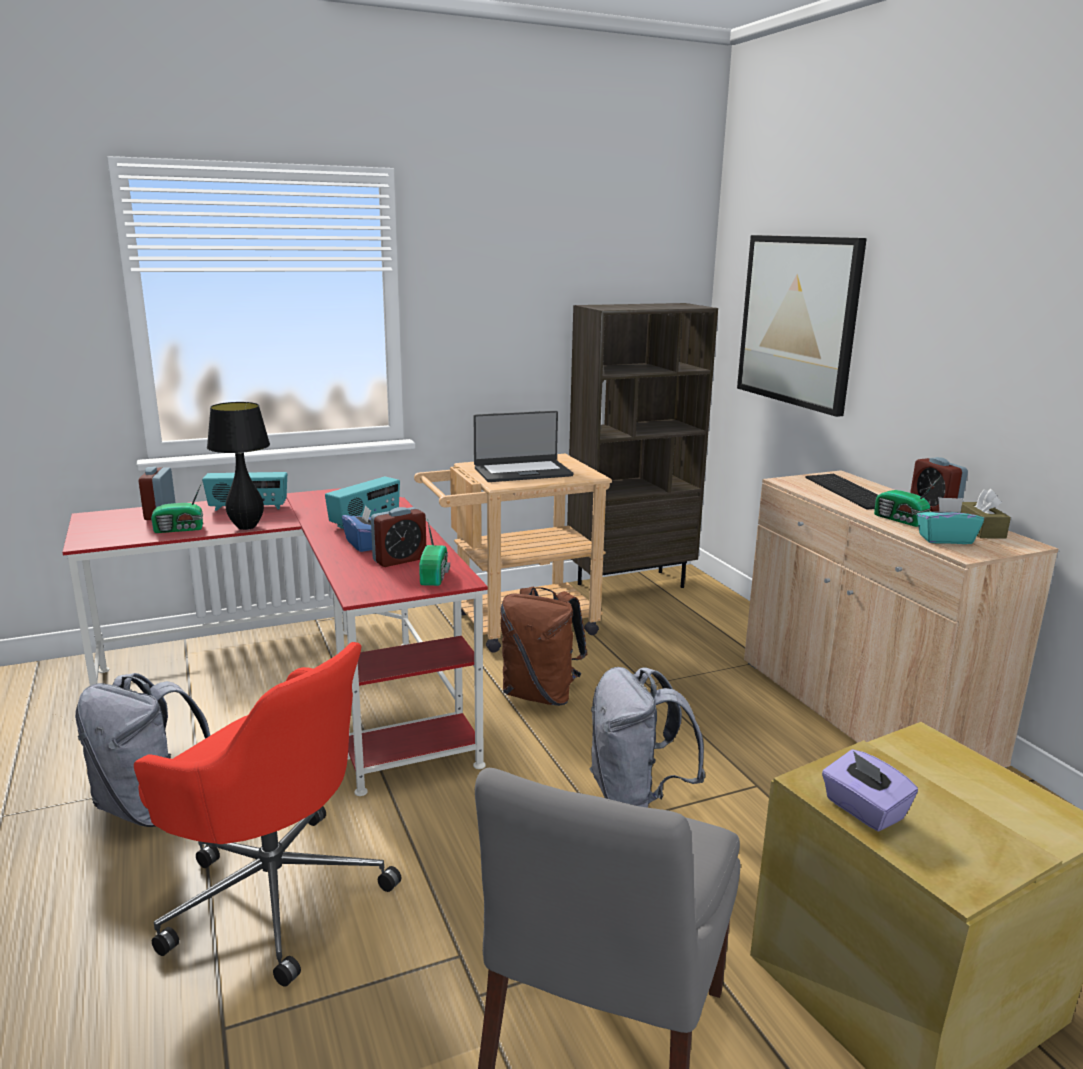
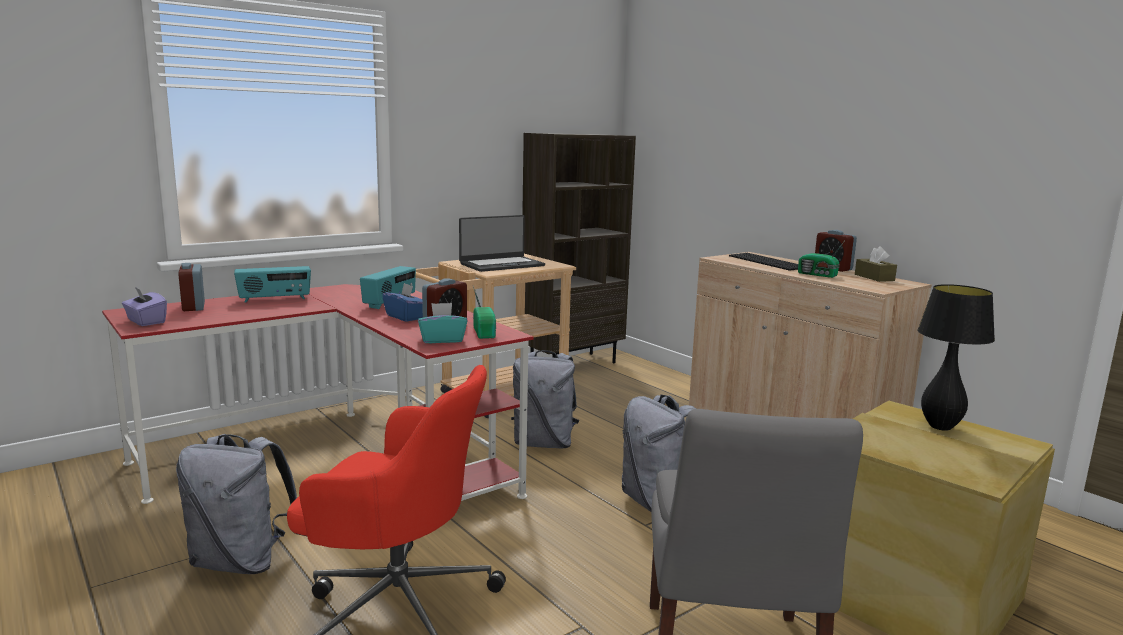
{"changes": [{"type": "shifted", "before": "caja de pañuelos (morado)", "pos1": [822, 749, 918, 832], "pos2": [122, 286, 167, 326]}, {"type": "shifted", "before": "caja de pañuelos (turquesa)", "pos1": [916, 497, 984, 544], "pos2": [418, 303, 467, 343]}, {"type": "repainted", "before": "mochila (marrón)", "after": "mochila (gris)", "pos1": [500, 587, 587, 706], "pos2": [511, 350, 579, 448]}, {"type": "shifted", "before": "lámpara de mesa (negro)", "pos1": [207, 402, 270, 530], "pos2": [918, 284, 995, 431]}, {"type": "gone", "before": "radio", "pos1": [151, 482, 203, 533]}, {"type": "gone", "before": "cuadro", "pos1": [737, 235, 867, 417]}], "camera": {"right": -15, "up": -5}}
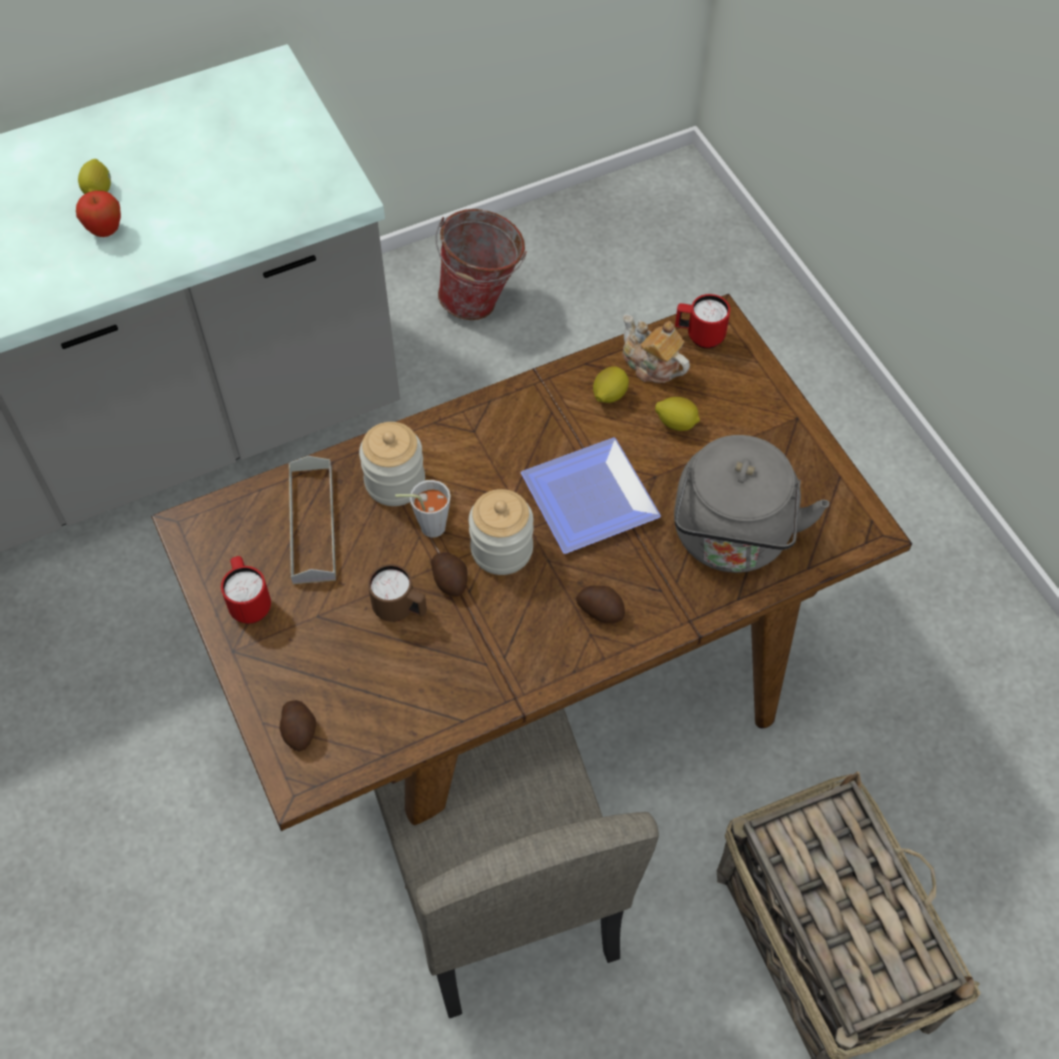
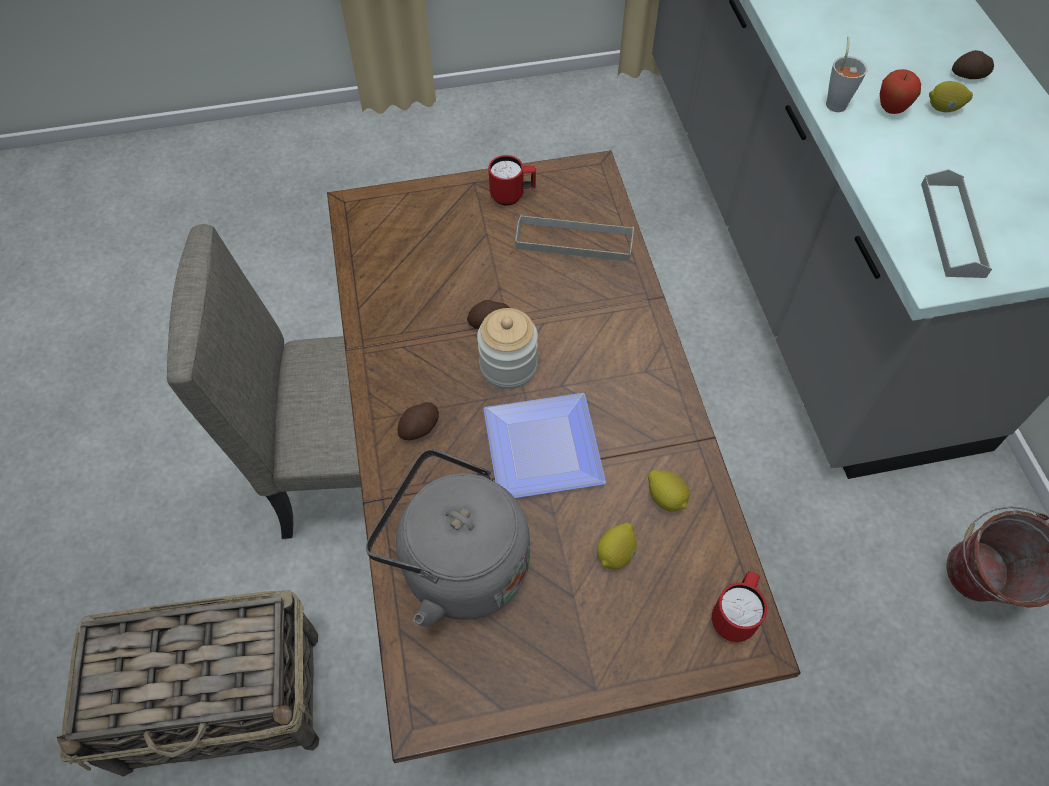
{"changes": [{"type": "shifted", "before": "taza (gris)", "pos1": [395, 480, 451, 538], "pos2": [826, 37, 867, 112]}, {"type": "new", "after": "bandeja (gris)", "pos2": [921, 169, 992, 278]}, {"type": "shifted", "before": "patata", "pos1": [280, 700, 316, 752], "pos2": [952, 50, 994, 79]}, {"type": "gone", "before": "tarro", "pos1": [359, 422, 425, 506]}, {"type": "gone", "before": "taza grande (marrón)", "pos1": [368, 564, 427, 622]}, {"type": "gone", "before": "tetera", "pos1": [623, 314, 690, 383]}], "camera": {"right": 105, "up": 0}}
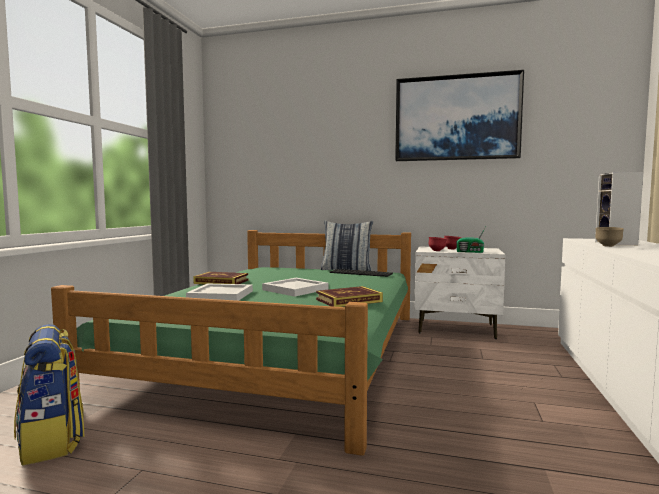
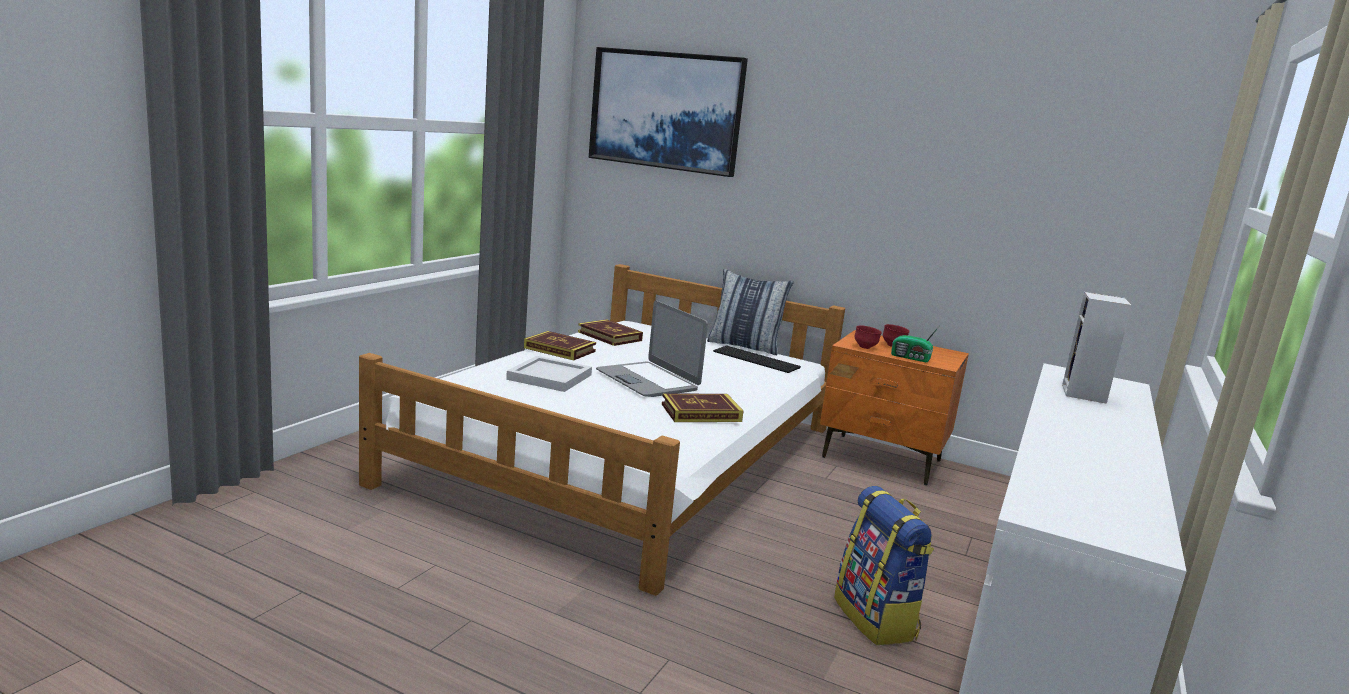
{"changes": [{"type": "repainted", "before": "cama (verde)", "after": "cama (blanco)", "pos1": [51, 230, 411, 456], "pos2": [359, 264, 845, 596]}, {"type": "new", "after": "libro", "pos2": [578, 319, 643, 346]}, {"type": "shifted", "before": "cuadro", "pos1": [395, 70, 524, 161], "pos2": [589, 47, 748, 177]}, {"type": "swapped", "before": "bandeja (blanco)", "after": "portátil", "pos1": [262, 278, 329, 297], "pos2": [596, 301, 708, 397]}, {"type": "repainted", "before": "mesita de noche (blanco)", "after": "mesita de noche (naranja)", "pos1": [414, 246, 505, 339], "pos2": [820, 330, 969, 485]}, {"type": "shifted", "before": "mochila", "pos1": [14, 324, 85, 466], "pos2": [834, 486, 934, 645]}, {"type": "gone", "before": "cuenco (marrón)", "pos1": [595, 227, 624, 247]}], "camera": {"right": 10, "up": 10}}
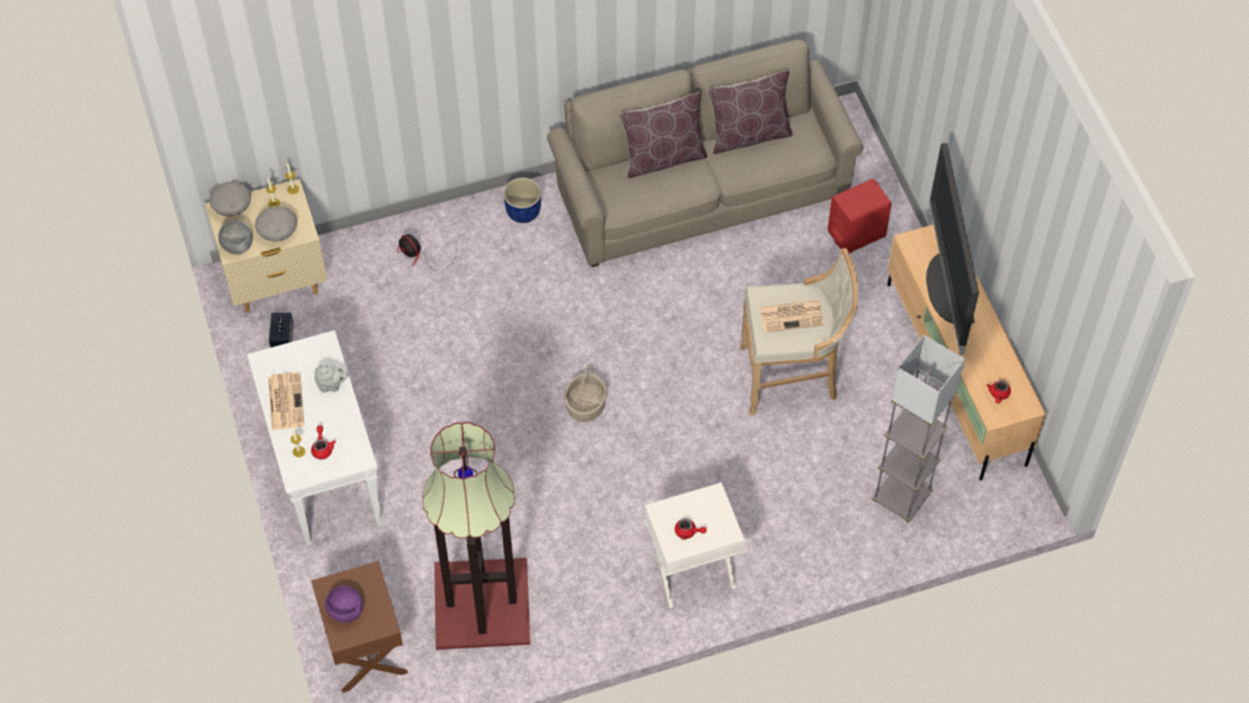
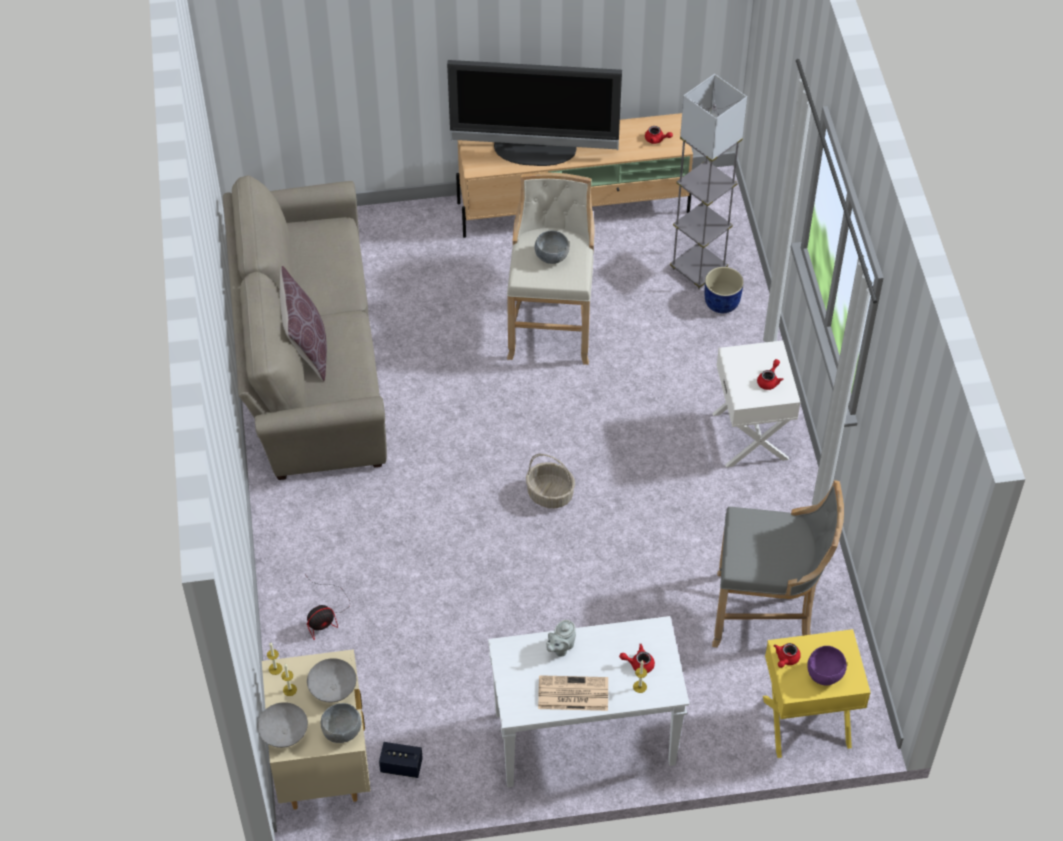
{"changes": [{"type": "swapped", "before": "periódico", "after": "cuenco (gris)", "pos1": [759, 300, 824, 333], "pos2": [534, 231, 570, 264]}, {"type": "rotated", "before": "tetera (gris)", "pos1": [314, 365, 350, 393], "pos2": [546, 620, 576, 657], "turn": -150}, {"type": "shifted", "before": "maceta (azul)", "pos1": [503, 178, 541, 223], "pos2": [704, 267, 744, 313]}, {"type": "swapped", "before": "lámpara de pie", "after": "taburete (gris)", "pos1": [422, 422, 530, 650], "pos2": [712, 480, 844, 647]}, {"type": "repainted", "before": "mesita de noche (marrón)", "after": "mesita de noche (amarillo)", "pos1": [311, 561, 408, 693], "pos2": [763, 629, 871, 758]}, {"type": "new", "after": "tetera (rojo)", "pos2": [774, 643, 801, 668]}, {"type": "gone", "before": "cojín (marrón)", "pos1": [708, 70, 793, 154]}, {"type": "gone", "before": "altavoz (rojo)", "pos1": [828, 178, 891, 253]}], "camera": {"right": -80, "up": -5}}
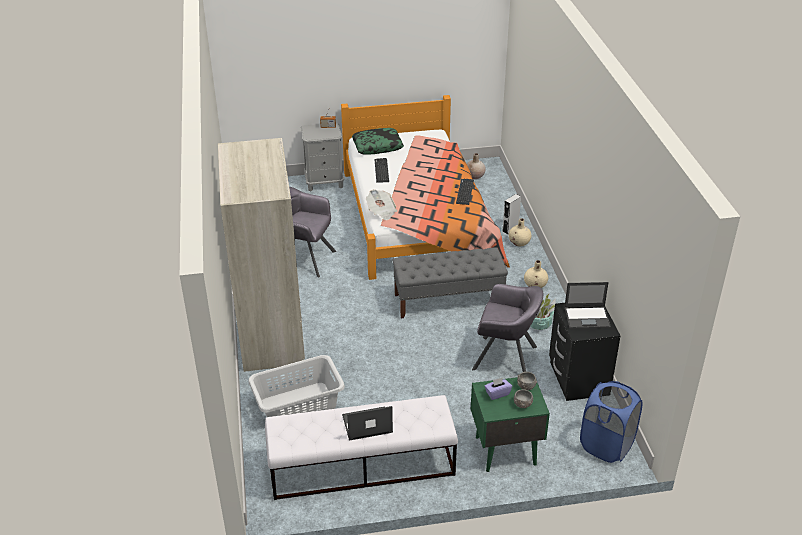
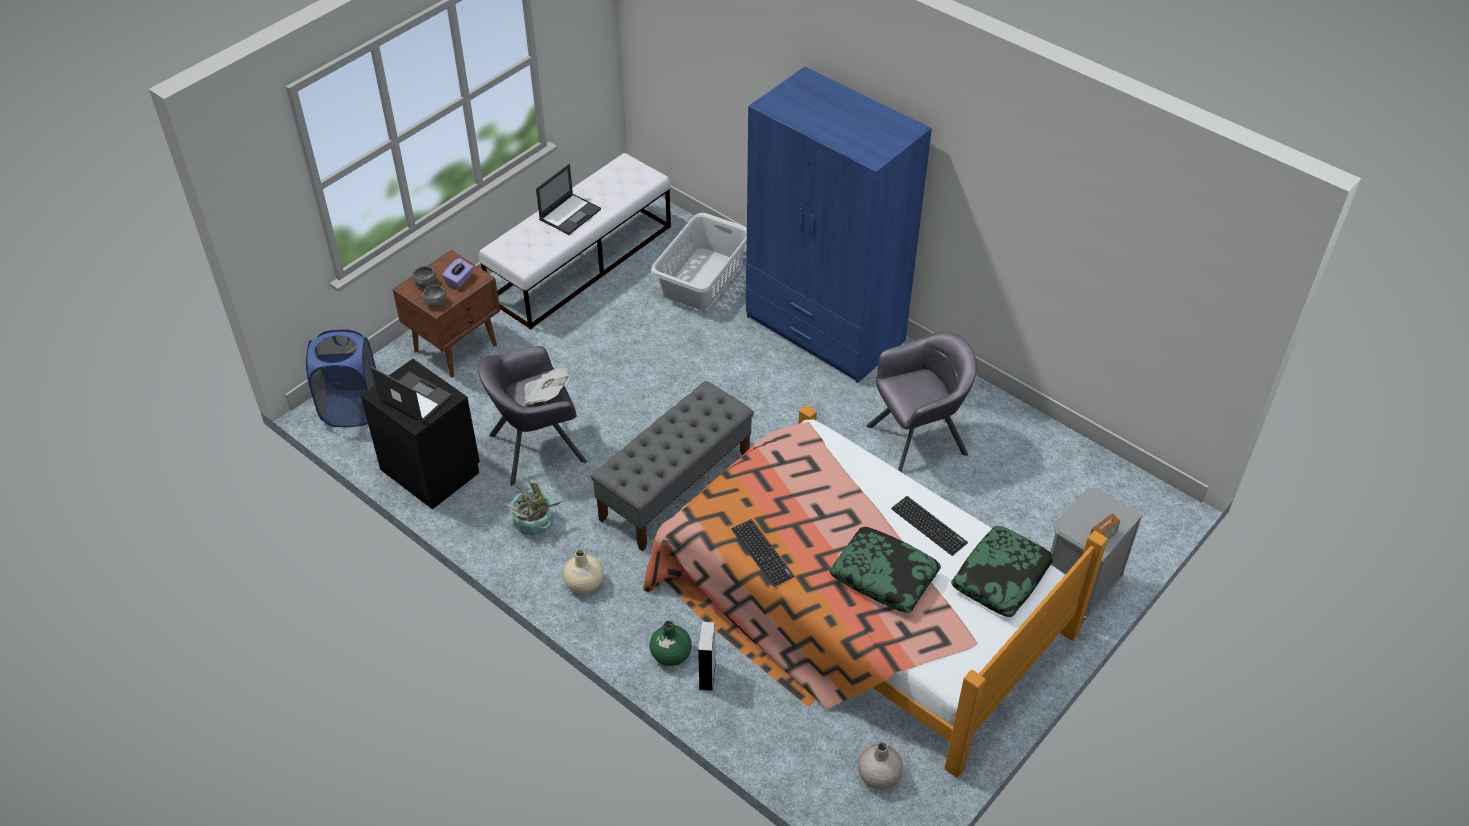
{"changes": [{"type": "rotated", "before": "portátil", "pos1": [564, 282, 611, 329], "pos2": [371, 366, 452, 424], "turn": 75}, {"type": "repainted", "before": "mesita de noche (verde)", "after": "mesita de noche (marrón)", "pos1": [471, 377, 550, 472], "pos2": [392, 250, 500, 377]}, {"type": "shifted", "before": "periódico", "pos1": [366, 189, 397, 220], "pos2": [524, 368, 570, 404]}, {"type": "repainted", "before": "florero (beis)", "after": "florero (verde)", "pos1": [509, 218, 531, 246], "pos2": [649, 621, 692, 666]}, {"type": "repainted", "before": "armario ropero (beis)", "after": "armario ropero (azul)", "pos1": [218, 138, 305, 372], "pos2": [746, 67, 932, 383]}, {"type": "new", "after": "cojín", "pos2": [829, 527, 941, 613]}], "camera": {"right": 140, "up": 10}}
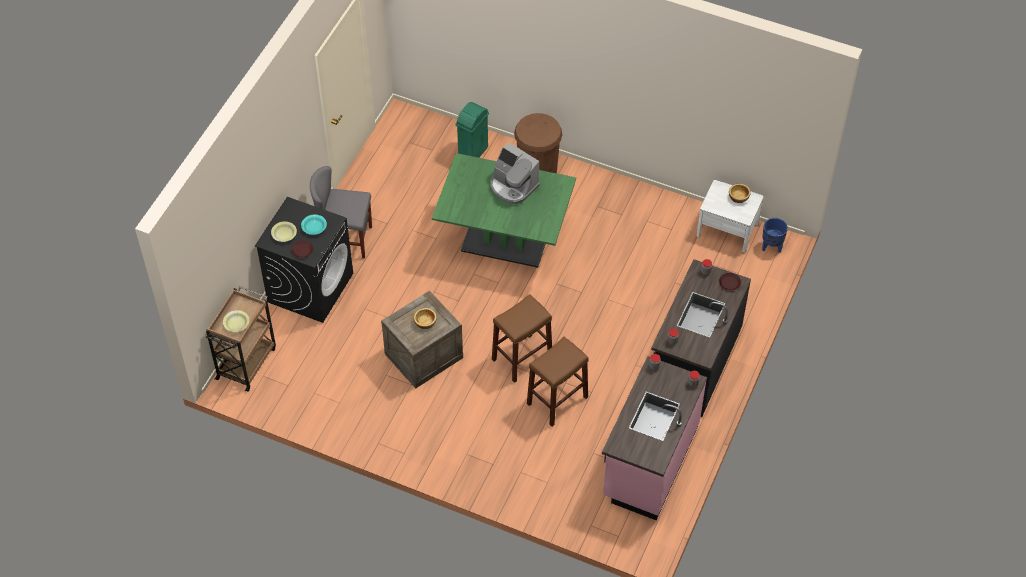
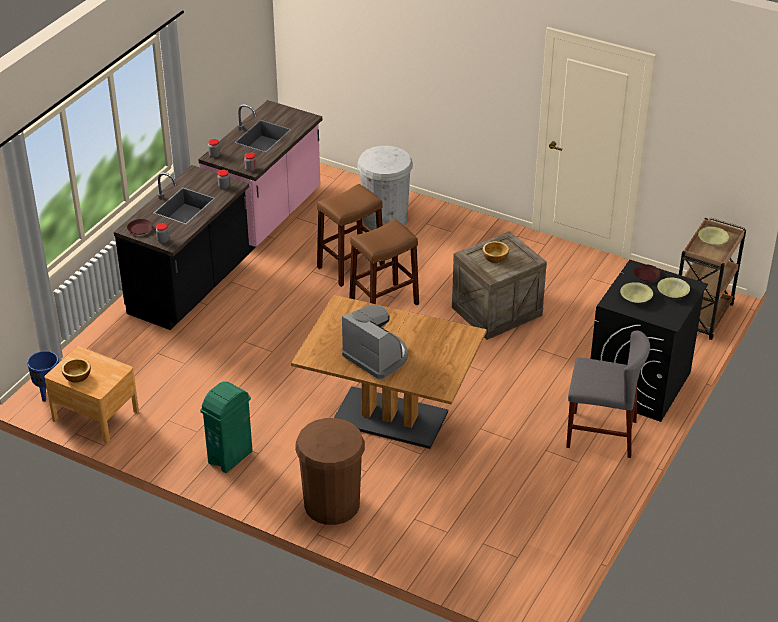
{"changes": [{"type": "repainted", "before": "mesita de noche (blanco)", "after": "mesita de noche (marrón)", "pos1": [697, 180, 764, 253], "pos2": [44, 346, 139, 443]}, {"type": "shifted", "before": "papelera (verde)", "pos1": [456, 102, 489, 158], "pos2": [200, 381, 253, 473]}, {"type": "repainted", "before": "mesa de comedor (verde)", "after": "mesa de comedor (marrón)", "pos1": [432, 153, 576, 268], "pos2": [291, 295, 487, 449]}, {"type": "new", "after": "papelera (blanco)", "pos2": [357, 146, 413, 230]}, {"type": "repainted", "before": "cuenco (turquesa)", "after": "cuenco (amarillo)", "pos1": [301, 215, 327, 235], "pos2": [620, 282, 653, 303]}], "camera": {"right": -175, "up": -15}}
